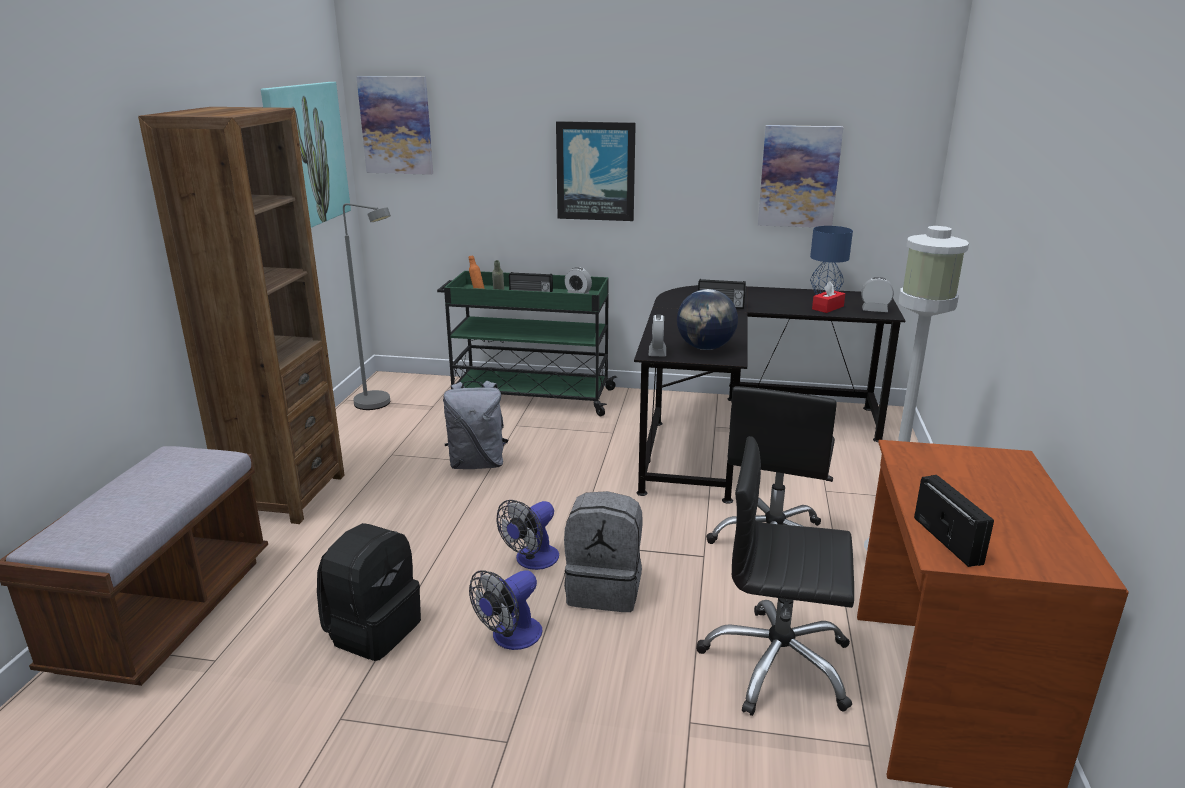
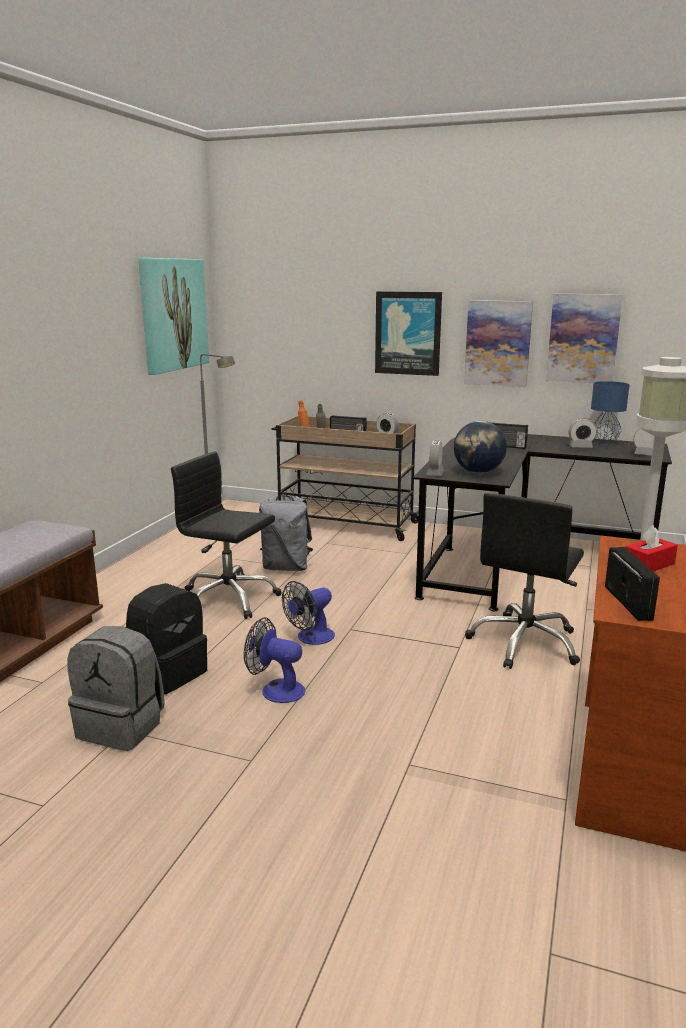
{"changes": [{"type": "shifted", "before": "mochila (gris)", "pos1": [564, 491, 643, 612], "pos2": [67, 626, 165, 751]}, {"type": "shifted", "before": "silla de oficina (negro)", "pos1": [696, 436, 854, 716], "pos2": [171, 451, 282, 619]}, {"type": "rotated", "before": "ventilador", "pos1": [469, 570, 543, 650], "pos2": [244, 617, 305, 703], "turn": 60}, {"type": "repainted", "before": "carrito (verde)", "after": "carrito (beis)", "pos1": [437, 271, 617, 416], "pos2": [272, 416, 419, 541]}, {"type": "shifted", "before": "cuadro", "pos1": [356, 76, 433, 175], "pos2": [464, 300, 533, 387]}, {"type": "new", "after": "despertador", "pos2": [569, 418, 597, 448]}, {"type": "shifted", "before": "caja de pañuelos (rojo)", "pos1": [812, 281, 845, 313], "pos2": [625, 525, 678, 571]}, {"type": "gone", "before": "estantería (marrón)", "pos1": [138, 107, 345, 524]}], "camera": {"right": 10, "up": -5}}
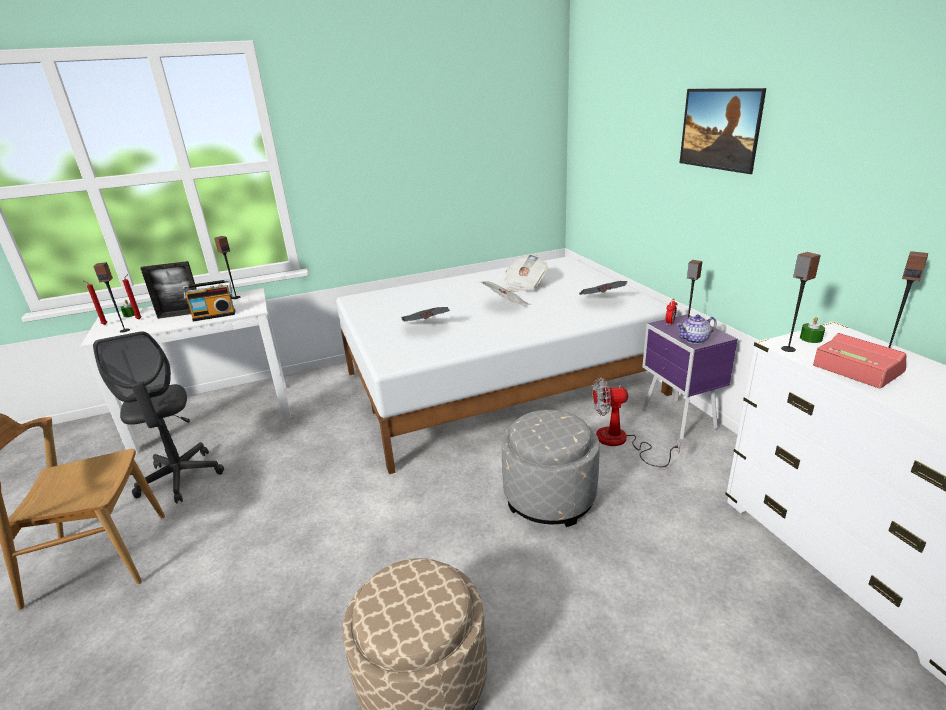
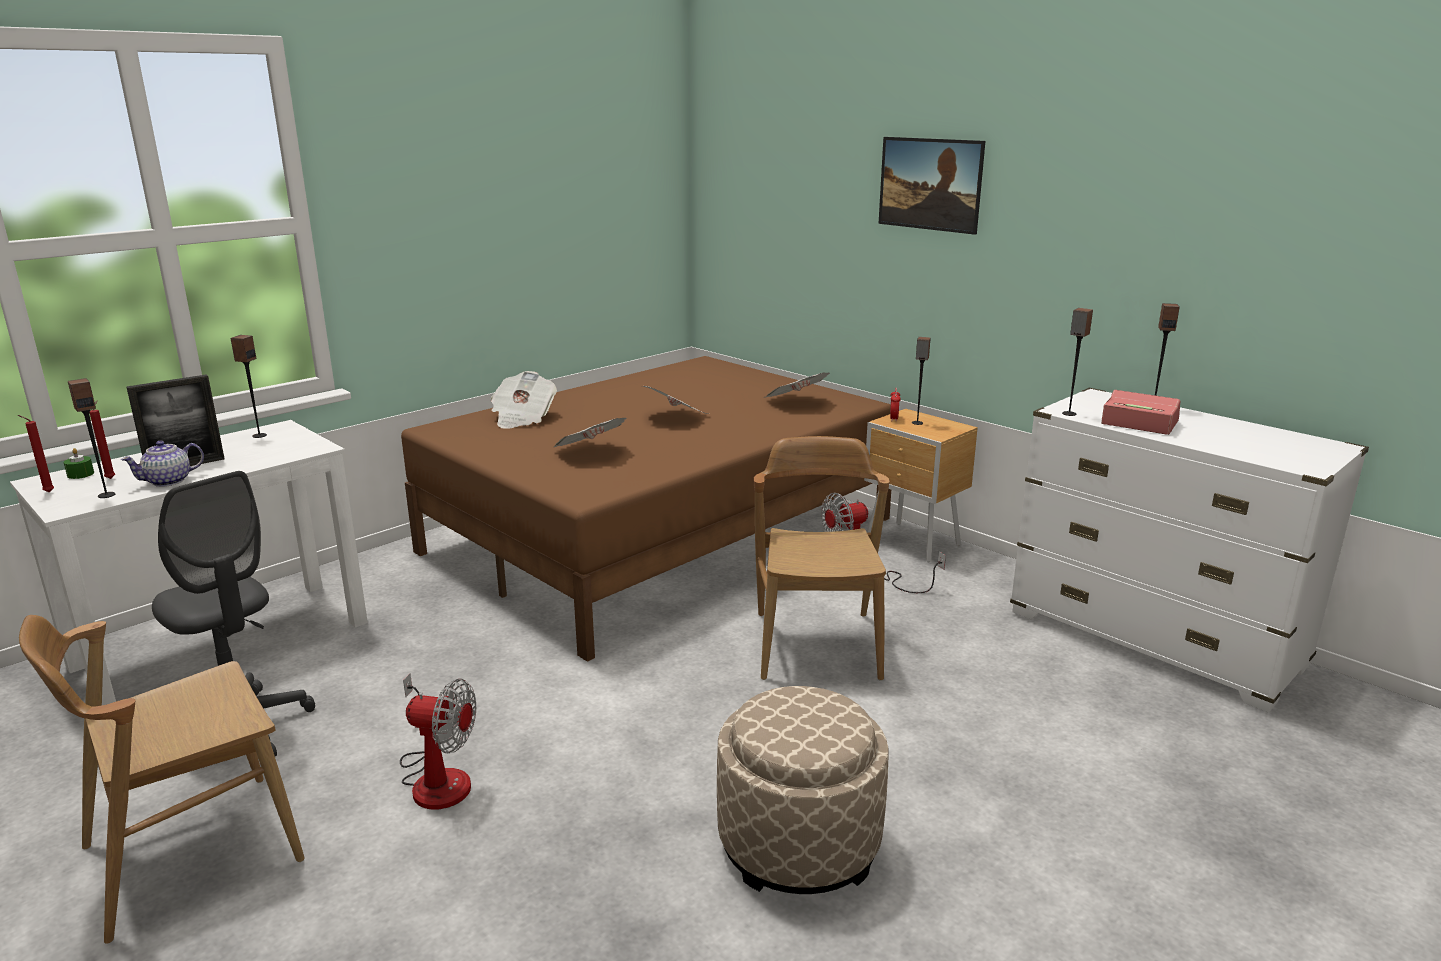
{"changes": [{"type": "shifted", "before": "tetera", "pos1": [677, 314, 717, 344], "pos2": [121, 441, 204, 487]}, {"type": "new", "after": "ventilador", "pos2": [400, 673, 476, 810]}, {"type": "repainted", "before": "cama (blanco)", "after": "cama (marrón)", "pos1": [336, 256, 678, 474], "pos2": [401, 356, 891, 662]}, {"type": "shifted", "before": "periódico", "pos1": [505, 254, 548, 292], "pos2": [491, 371, 557, 429]}, {"type": "swapped", "before": "puf (gris)", "after": "silla (marrón)", "pos1": [502, 410, 600, 527], "pos2": [754, 436, 890, 681]}, {"type": "repainted", "before": "mesita de noche (morado)", "after": "mesita de noche (marrón)", "pos1": [642, 314, 738, 440], "pos2": [864, 409, 978, 563]}, {"type": "gone", "before": "radio", "pos1": [183, 279, 235, 321]}, {"type": "gone", "before": "vela (verde)", "pos1": [800, 317, 825, 343]}], "camera": {"right": -25, "up": -5}}
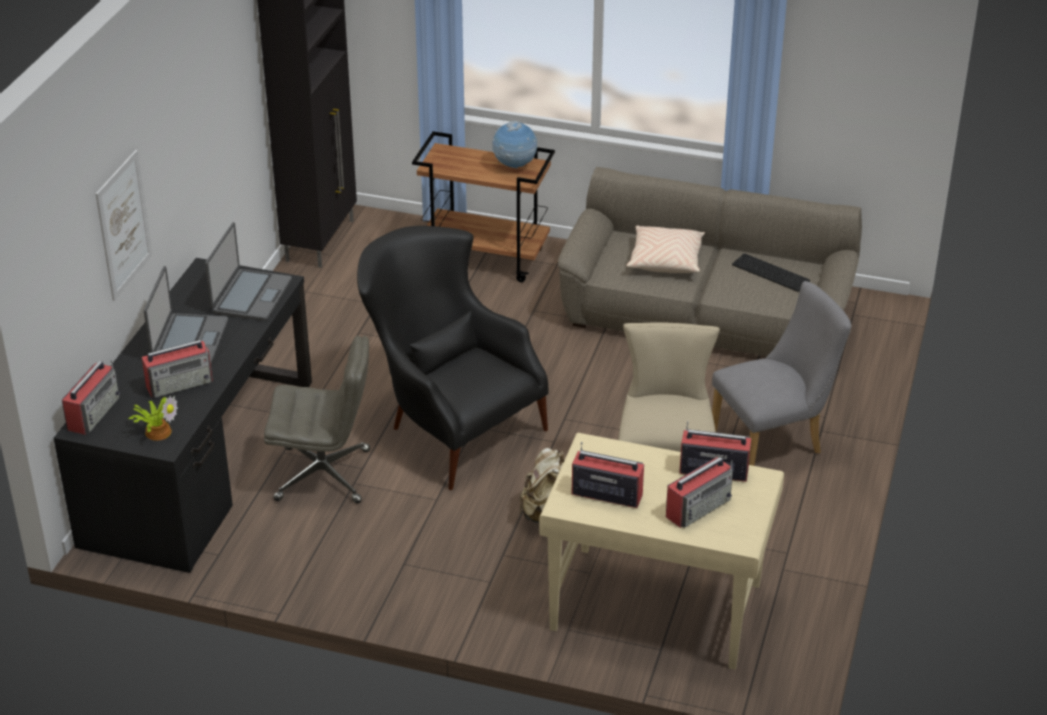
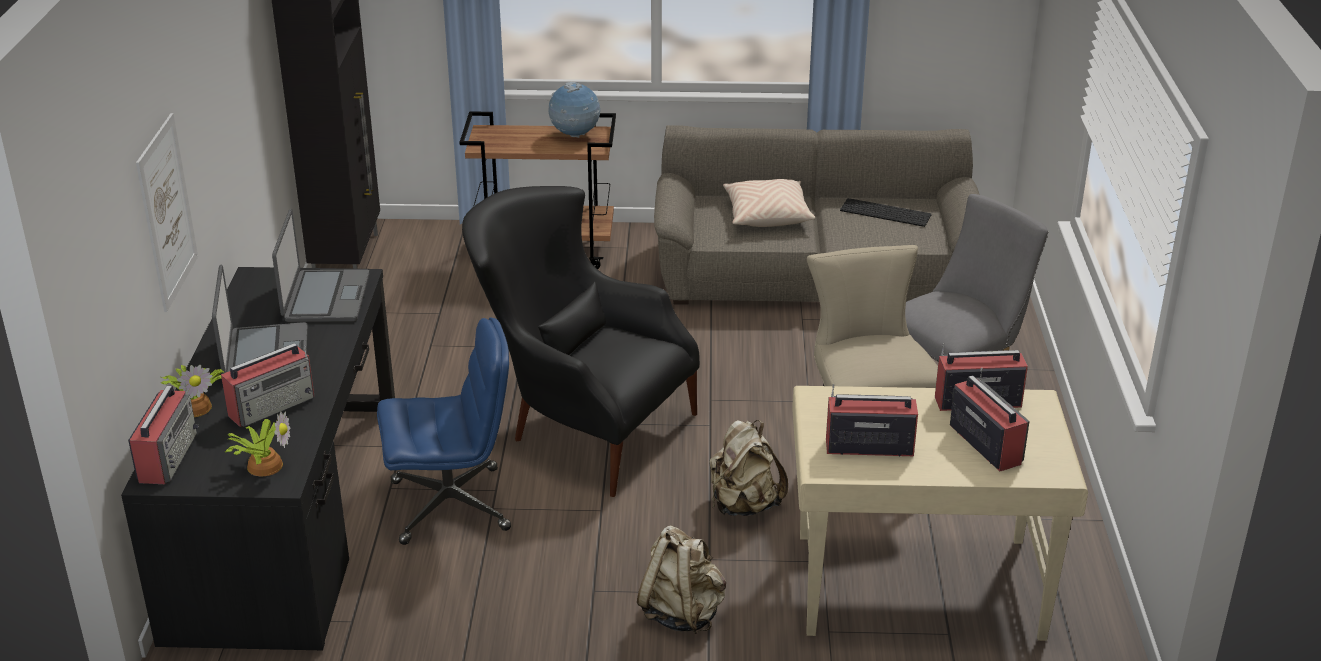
{"changes": [{"type": "new", "after": "planta en maceta", "pos2": [161, 365, 224, 417]}, {"type": "repainted", "before": "silla de oficina (gris)", "after": "silla de oficina (azul)", "pos1": [264, 336, 370, 504], "pos2": [377, 317, 511, 545]}, {"type": "new", "after": "mochila (beis)", "pos2": [637, 525, 726, 634]}, {"type": "rotated", "before": "radio", "pos1": [666, 457, 733, 528], "pos2": [950, 368, 1030, 471], "turn": -60}], "camera": {"right": -15, "up": -5}}
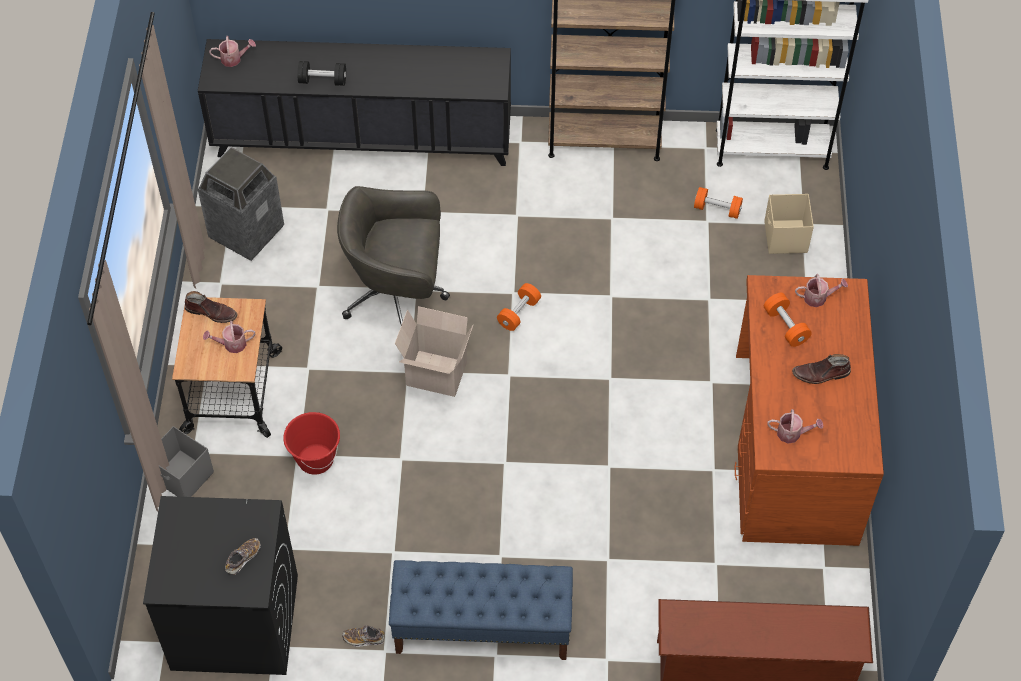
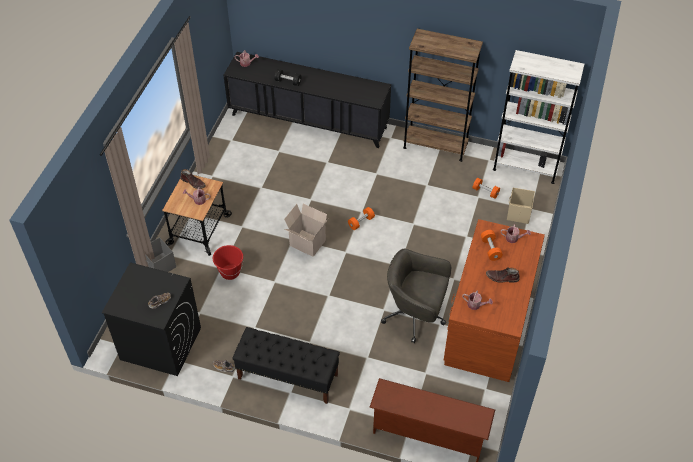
{"changes": [{"type": "repainted", "before": "banco (azul)", "after": "banco (negro)", "pos1": [389, 560, 573, 660], "pos2": [232, 327, 340, 404]}, {"type": "shifted", "before": "silla de oficina (gris)", "pos1": [337, 186, 450, 325], "pos2": [381, 248, 451, 343]}, {"type": "gone", "before": "papelera", "pos1": [198, 147, 284, 261]}], "camera": {"right": 15, "up": -5}}
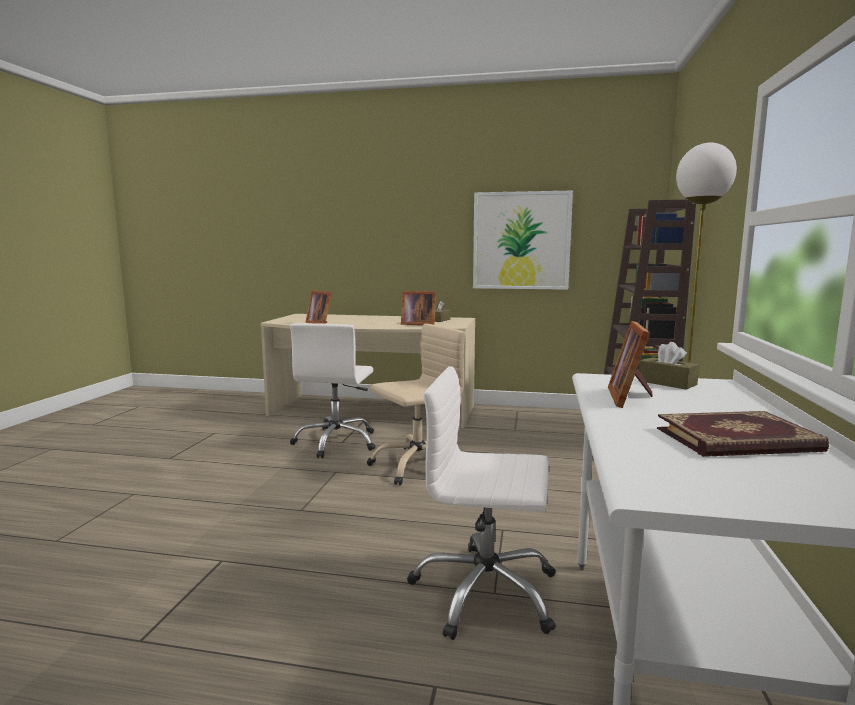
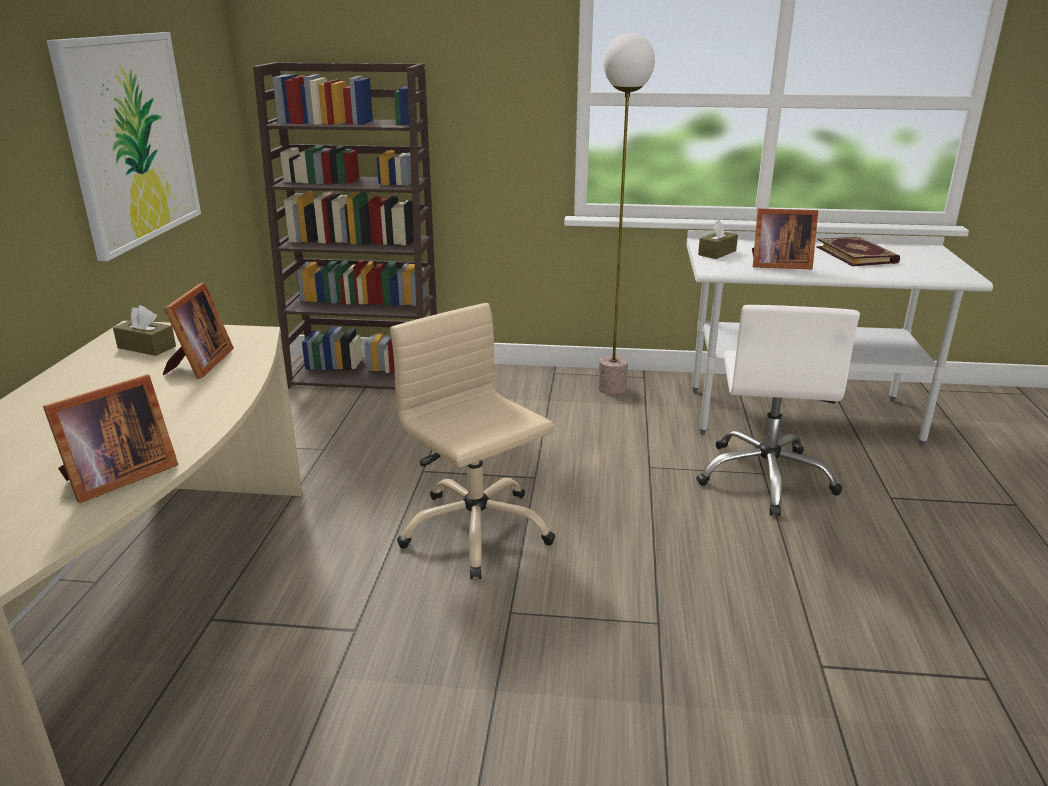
{"changes": [{"type": "gone", "before": "silla de oficina (blanco)", "pos1": [290, 323, 375, 458]}], "camera": {"right": -95, "up": 15}}
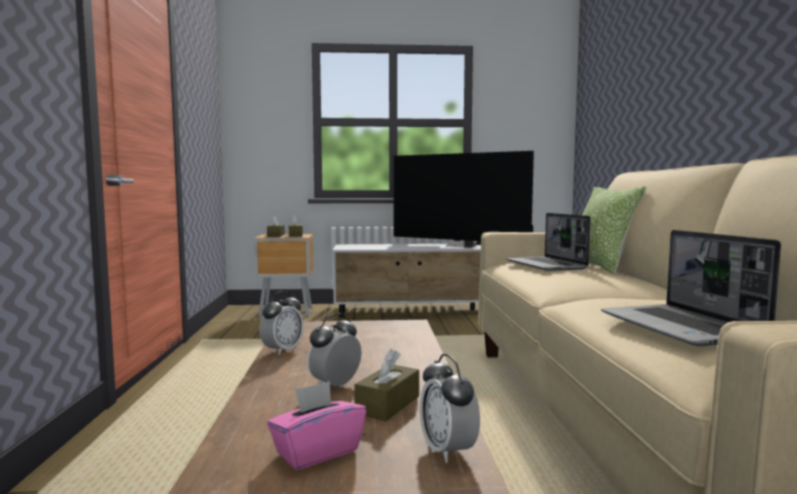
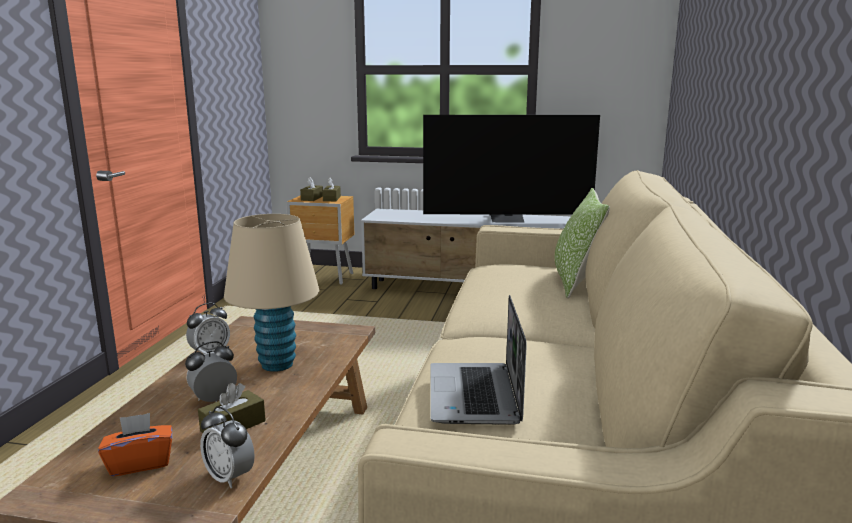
{"changes": [{"type": "repainted", "before": "caja de pañuelos (rosa)", "after": "caja de pañuelos (naranja)", "pos1": [267, 381, 367, 470], "pos2": [98, 413, 172, 477]}, {"type": "rotated", "before": "despertador", "pos1": [420, 354, 480, 463], "pos2": [200, 406, 255, 488], "turn": -45}, {"type": "new", "after": "lámpara de mesa (beis)", "pos2": [224, 214, 319, 372]}, {"type": "rotated", "before": "televisor", "pos1": [393, 151, 534, 248], "pos2": [423, 115, 600, 222], "turn": -45}, {"type": "gone", "before": "portátil", "pos1": [506, 213, 591, 271]}], "camera": {"right": 15, "up": 10}}
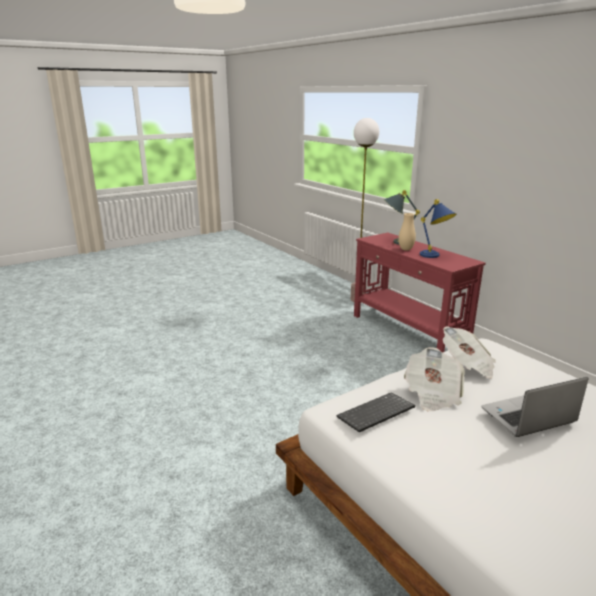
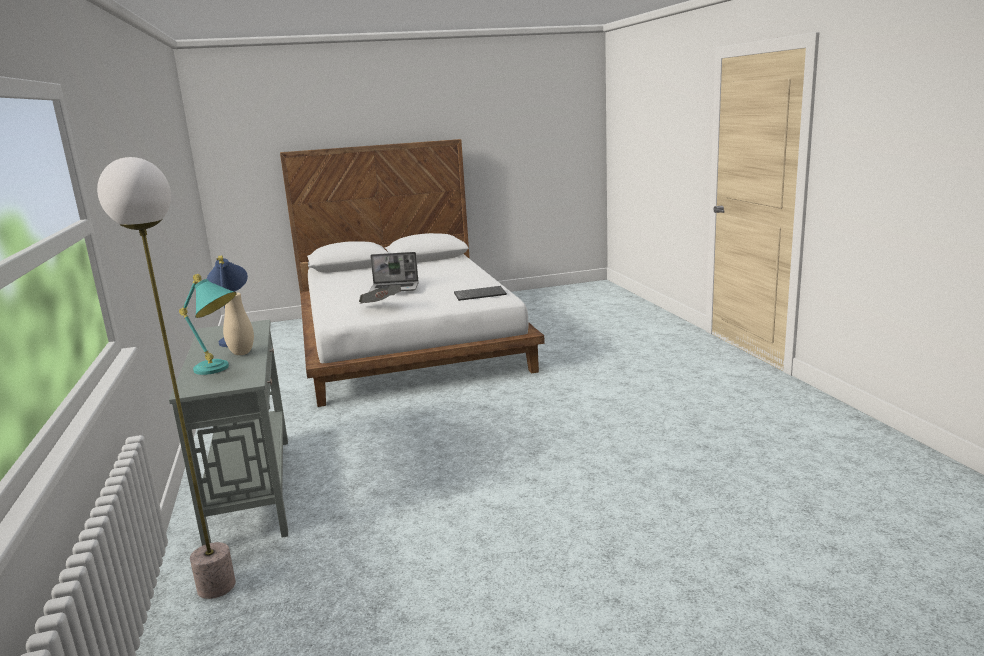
{"changes": [{"type": "repainted", "before": "mesa consola (rojo)", "after": "mesa consola (gris)", "pos1": [354, 233, 486, 353], "pos2": [169, 320, 288, 546]}, {"type": "repainted", "before": "lámpara de mesa (gris)", "after": "lámpara de mesa (turquesa)", "pos1": [384, 190, 420, 245], "pos2": [179, 274, 237, 375]}, {"type": "gone", "before": "periódico", "pos1": [404, 347, 465, 411]}], "camera": {"right": -160, "up": -5}}
